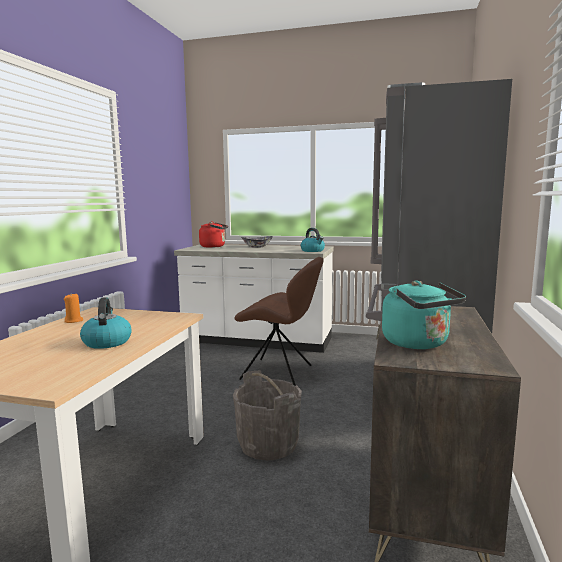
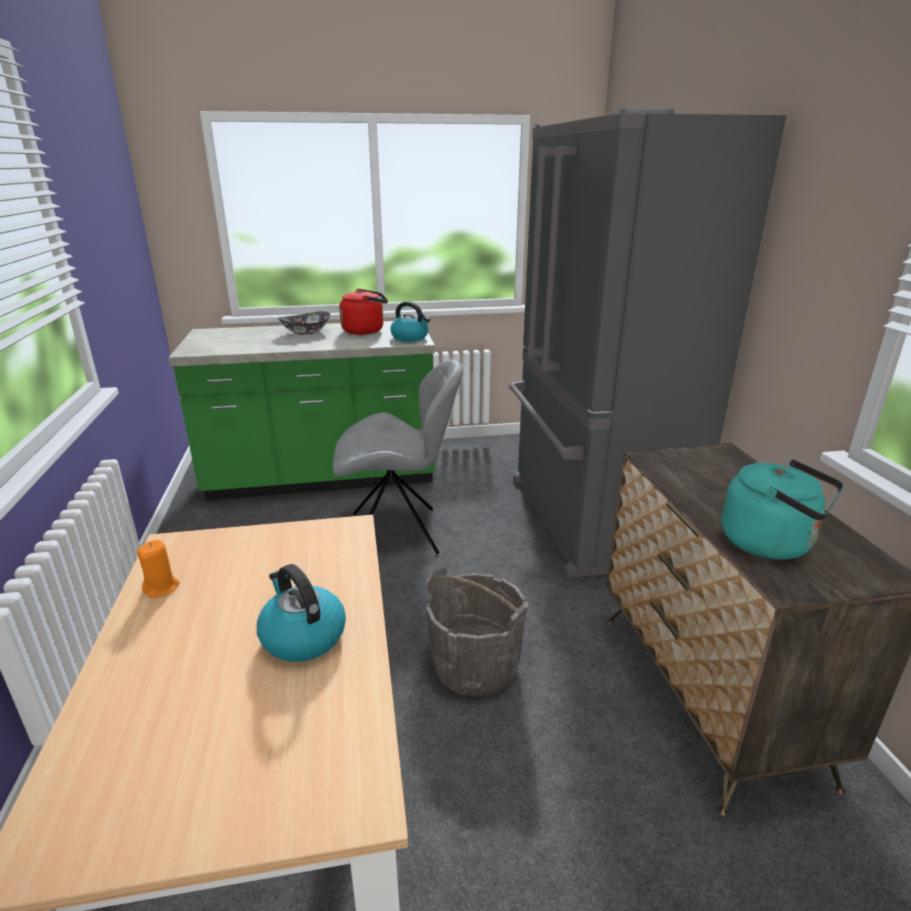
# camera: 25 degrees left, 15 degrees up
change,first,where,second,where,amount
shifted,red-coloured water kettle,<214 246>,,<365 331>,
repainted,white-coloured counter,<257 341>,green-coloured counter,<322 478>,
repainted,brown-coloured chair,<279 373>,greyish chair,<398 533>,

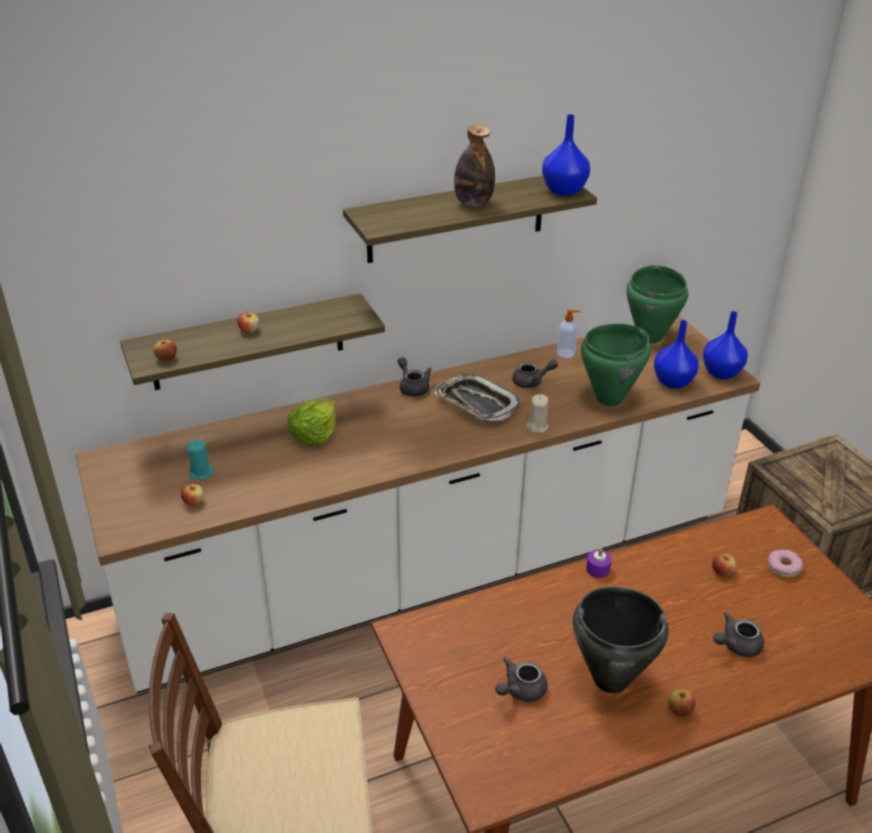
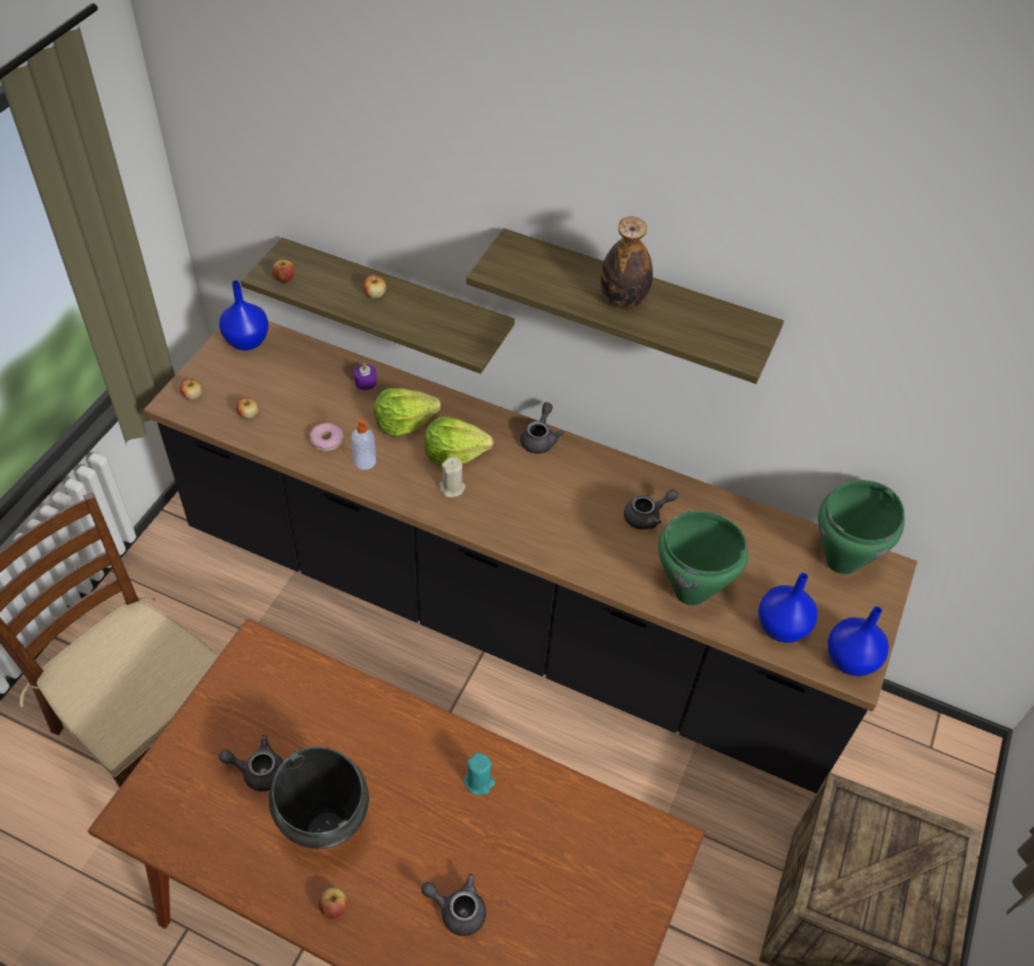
# camera: 45 degrees right, 15 degrees up
change,first,where,second,where,amount
shifted,blue decorative vase,<565 191>,,<247 342>,
shifted,soap bottle,<566 353>,,<365 462>,
repainted,white-coloured counter,<434 570>,black-coloured counter,<507 613>,
rotated,greyish pot for tea,<532 382>,,<647 516>,60 degrees counterclockwise
gone,tray,<476 403>,,,
shifted,beige-coloured wax candle,<537 427>,,<452 488>,
shifted,blue-green wax candle,<201 473>,,<479 782>,
shifted,purple-coloured wax candle,<597 569>,,<365 382>,
shifted,doughnut,<783 567>,,<327 440>,
shifted,whole apple,<721 571>,,<193 396>,
new,,,head of lettuce,<454 453>,

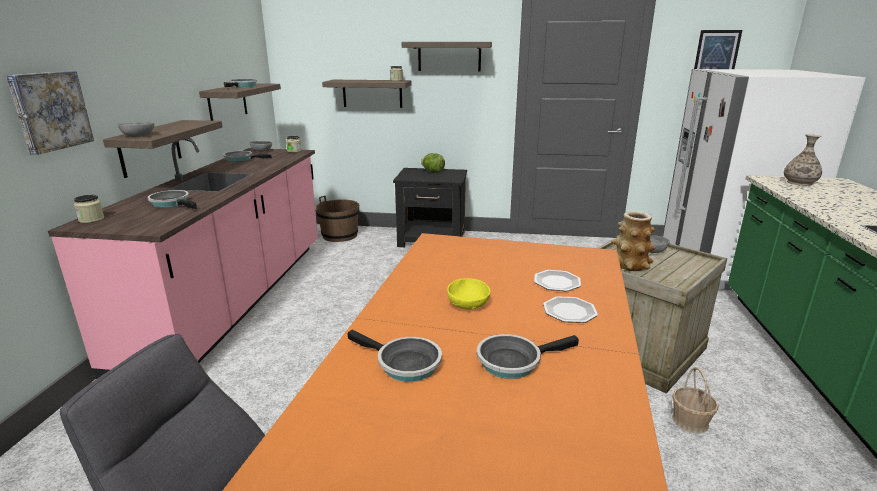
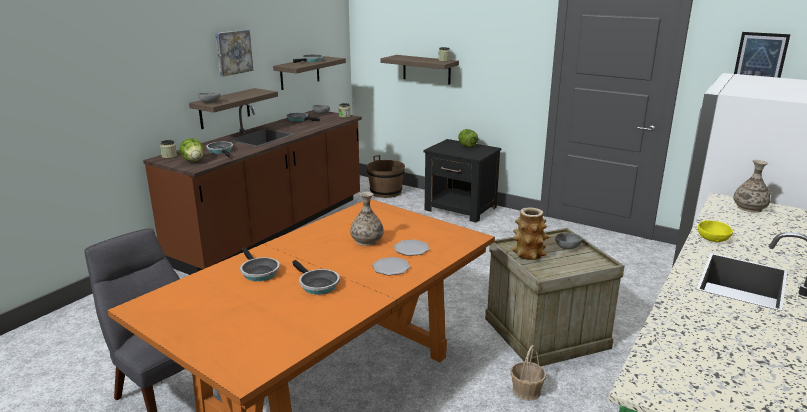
# camera: 25 degrees right, 0 degrees up
change,first,where,second,where,amount
gone,bracket shelf,<449 56>,,,
shifted,picture,<50 111>,,<233 52>,
repainted,pink counter,<237 300>,brown-coloured counter,<273 229>,
shifted,yellow-coloured serving bowl,<469 305>,,<713 240>,
rotated,frying pan,<513 361>,,<317 285>,135 degrees counterclockwise
new,,,head of lettuce,<193 161>,
new,,,decorative vase,<367 241>,

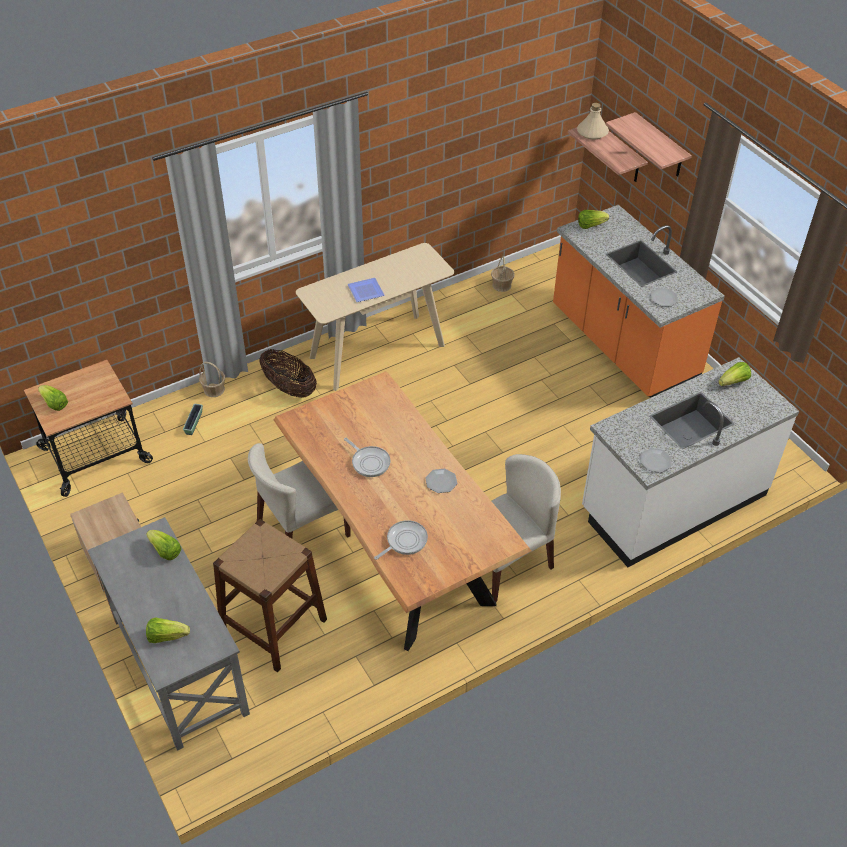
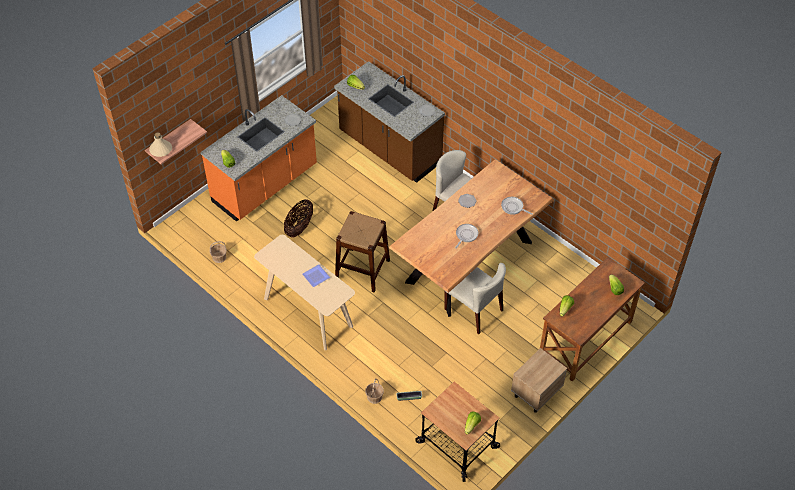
# camera: 105 degrees left, 5 degrees up
change,first,where,second,where,amount
gone,bracket shelf,<660 146>,,,
shifted,basket,<289 388>,,<299 227>,
repainted,white-coloured counter,<672 502>,brown-coloured counter,<389 149>,
repainted,greyish desk unit,<179 666>,brown-coloured desk unit,<585 339>,
shifted,brown-coloured stool,<273 625>,,<362 270>,

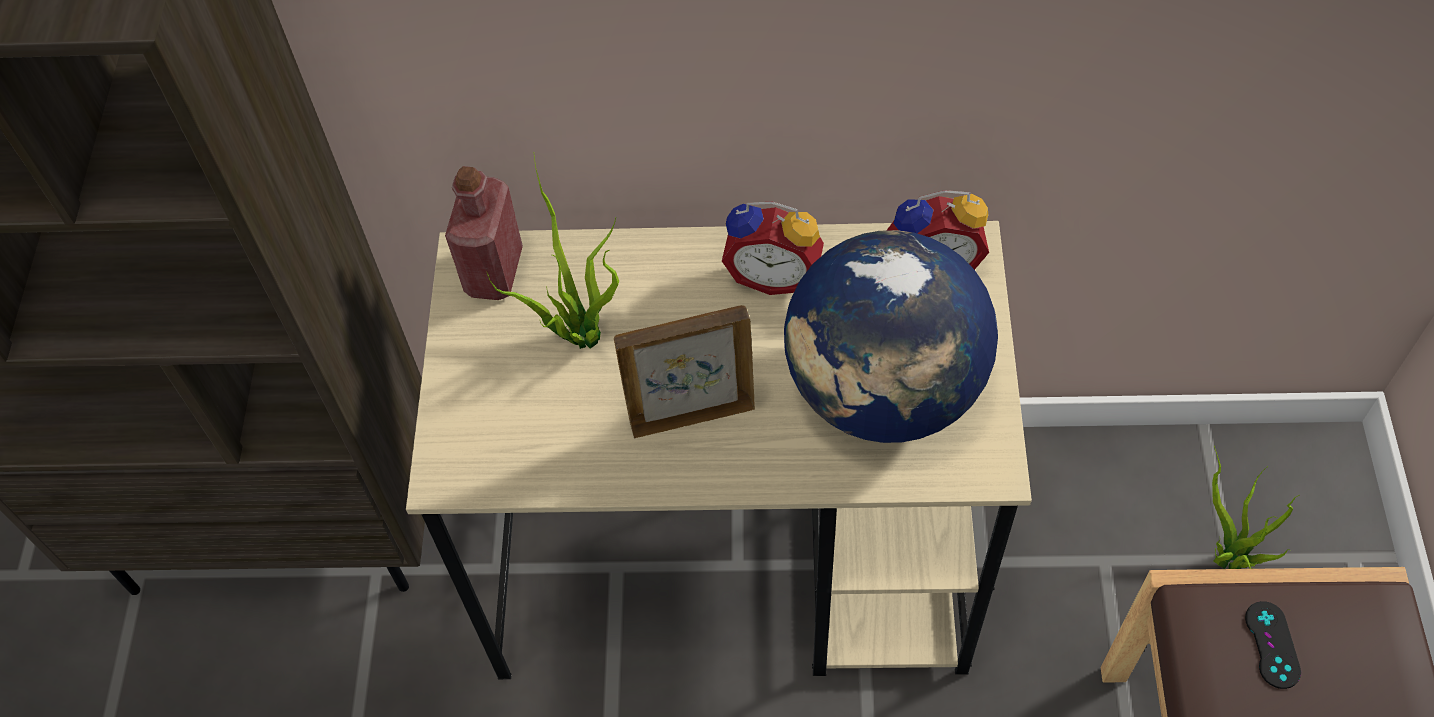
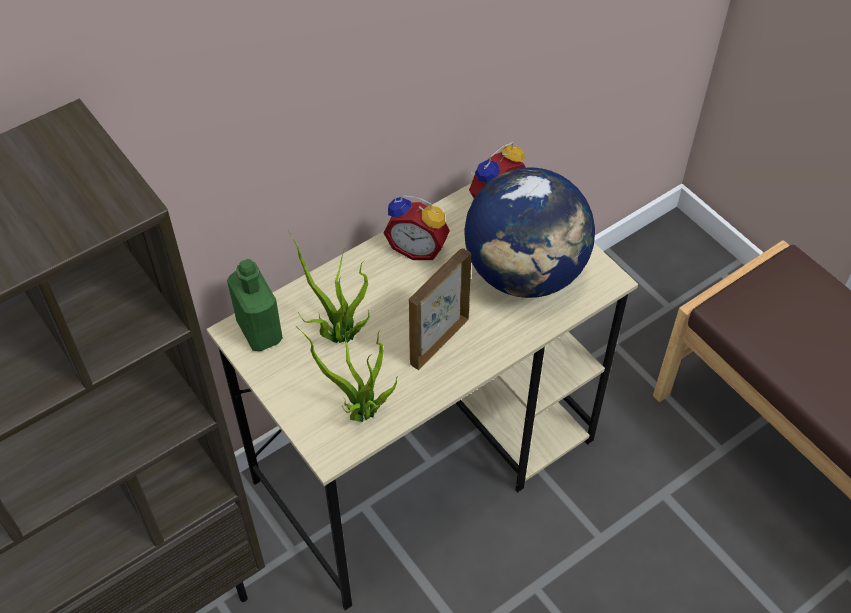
# camera: 40 degrees left, 5 degrees down
change,first,where,second,where,amount
repainted,red-coloured bottle,<494 271>,green-coloured bottle,<259 331>,
rotated,table clock,<774 273>,,<418 247>,45 degrees clockwise
shifted,houseplant,<1227 560>,,<361 414>,
gone,black-coloured gamepad,<1272 645>,,,

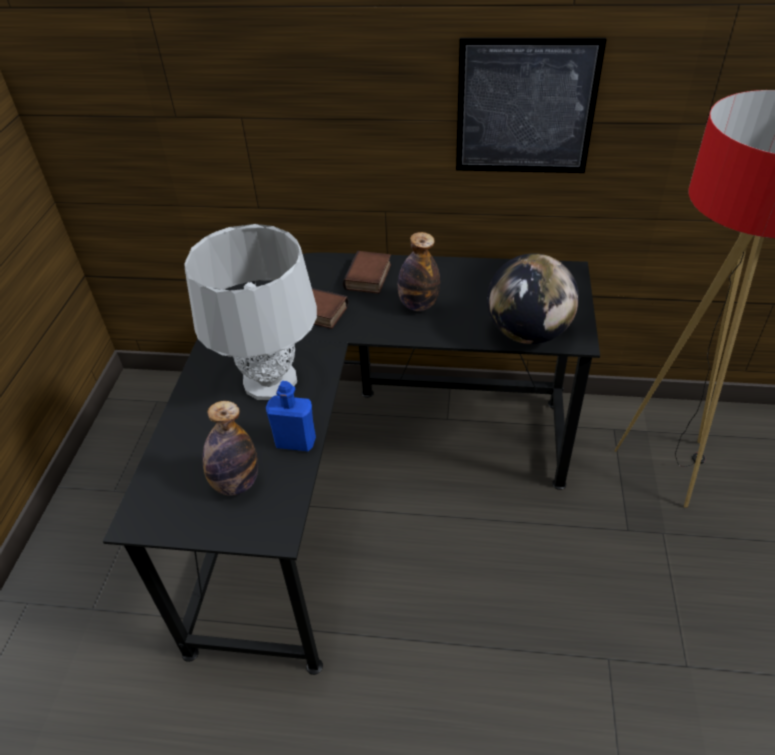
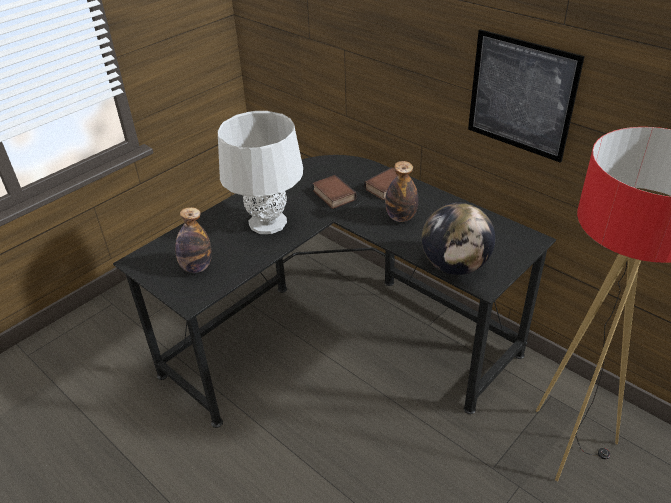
# camera: 35 degrees right, 5 degrees down
change,first,where,second,where,amount
gone,blue bottle,<295 442>,,,

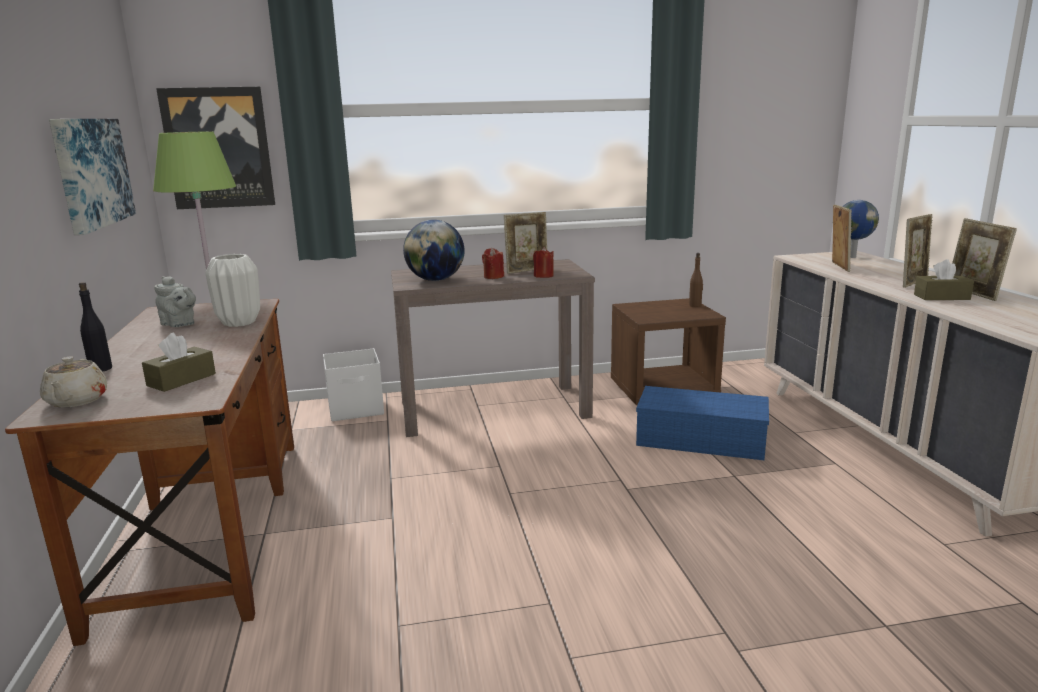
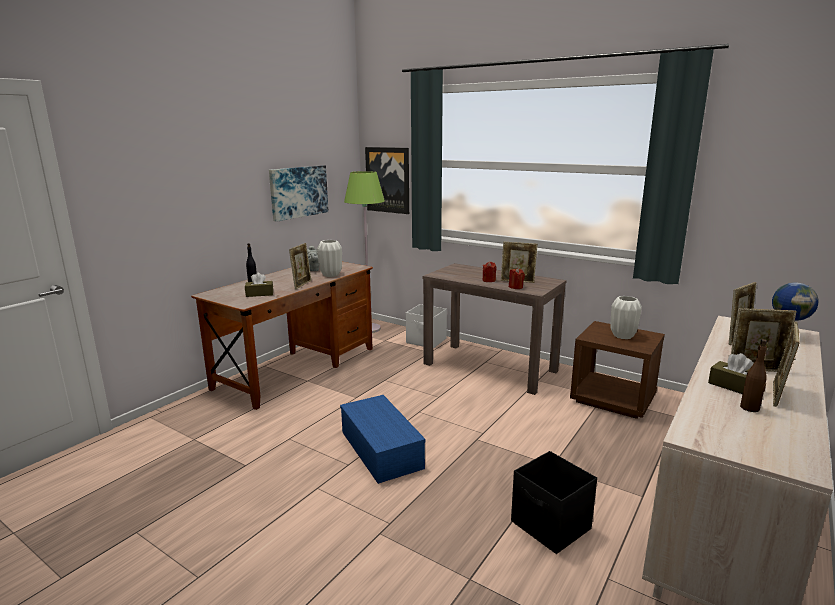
# camera: 45 degrees right, 0 degrees up
change,first,where,second,where,amount
gone,desk globe,<435 280>,,,
shifted,brown-coloured bottle,<695 305>,,<750 408>,
gone,beige-coloured pot for tea,<76 401>,,,
shifted,blue storage container,<703 439>,,<382 450>,
new,,,picture frame,<302 284>,
new,,,white-coloured decorative vase,<622 336>,
new,,,black-coloured storage container,<551 526>,

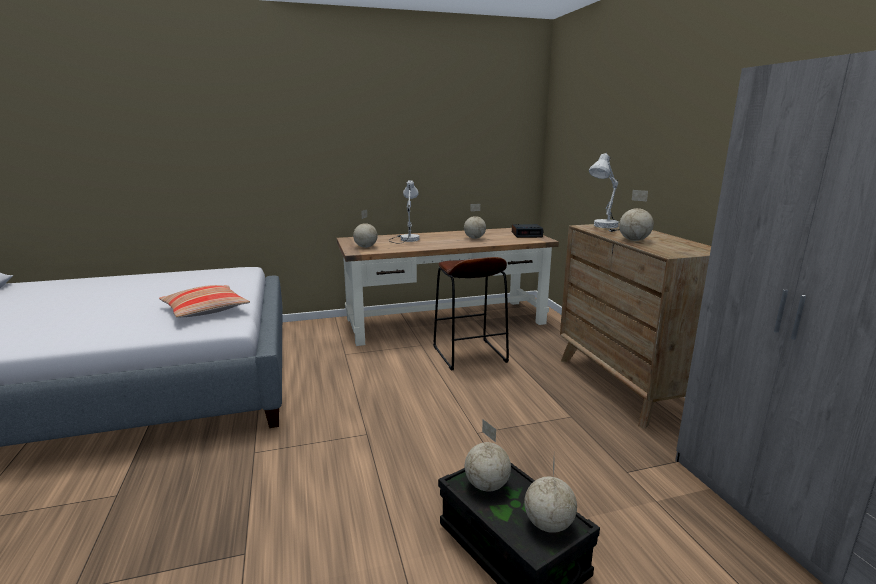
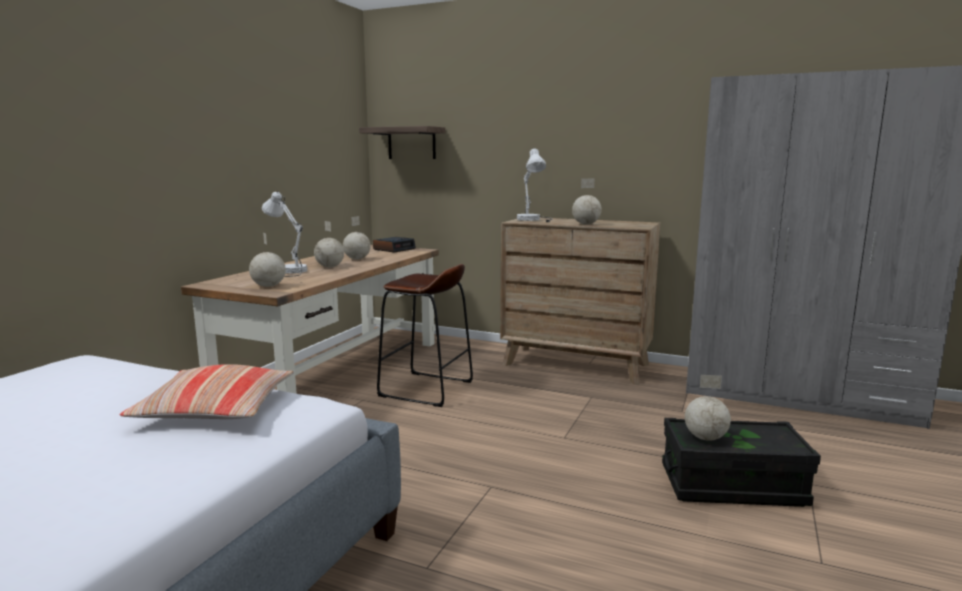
# camera: 50 degrees left, 5 degrees down
change,first,where,second,where,amount
shifted,desk globe,<549 524>,,<330 267>,
new,,,bracket shelf,<411 143>,

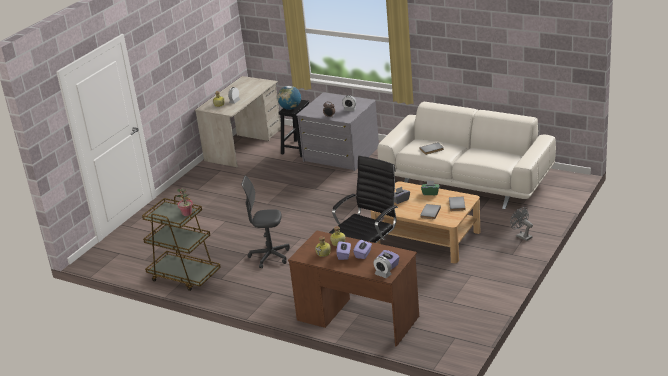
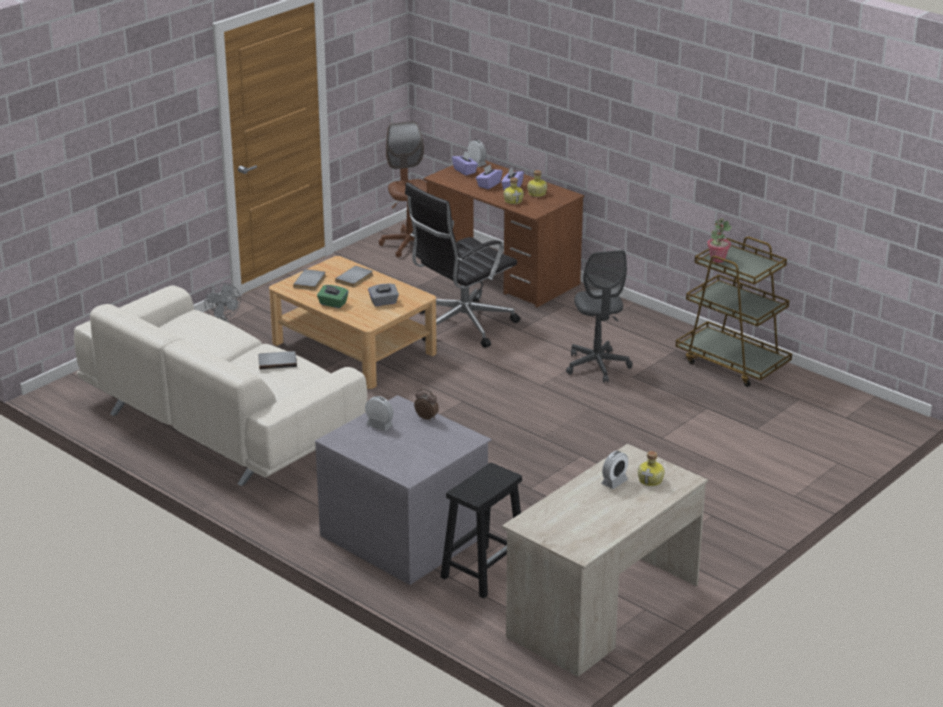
# camera: 170 degrees left, 0 degrees up
change,first,where,second,where,amount
gone,desk globe,<290 108>,,,
rotated,greyish desk chair,<270 256>,,<597 366>,60 degrees clockwise
new,,,brown-coloured desk chair,<409 245>,

